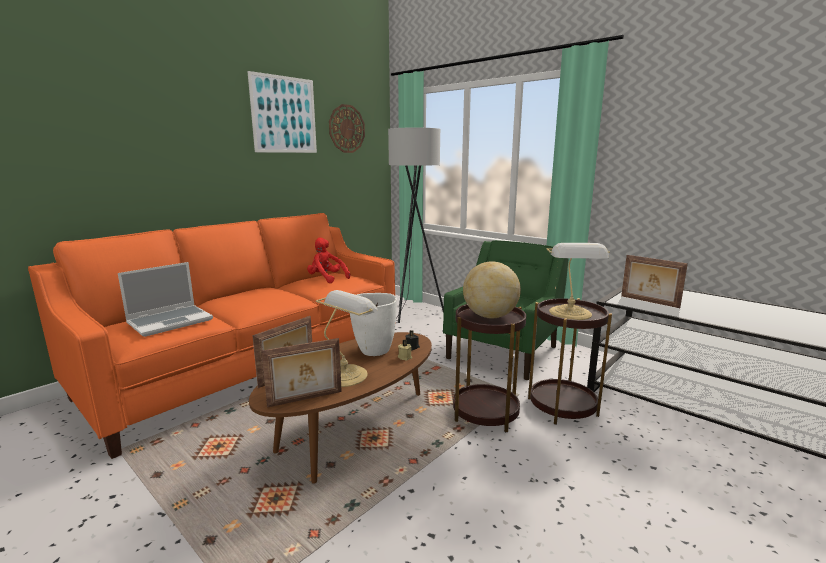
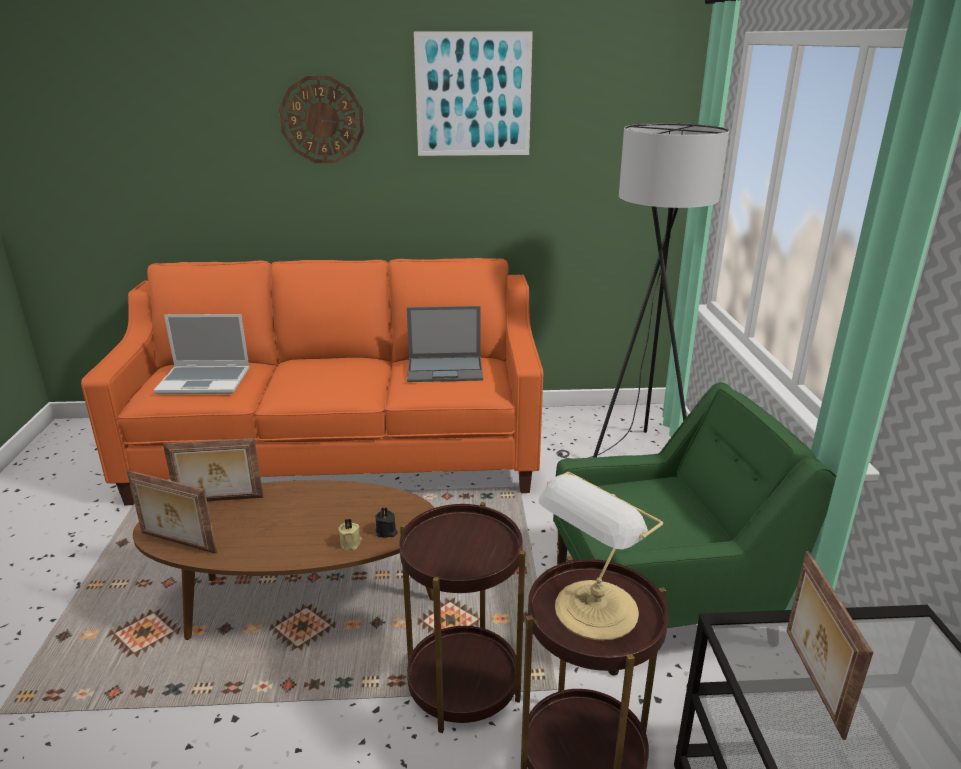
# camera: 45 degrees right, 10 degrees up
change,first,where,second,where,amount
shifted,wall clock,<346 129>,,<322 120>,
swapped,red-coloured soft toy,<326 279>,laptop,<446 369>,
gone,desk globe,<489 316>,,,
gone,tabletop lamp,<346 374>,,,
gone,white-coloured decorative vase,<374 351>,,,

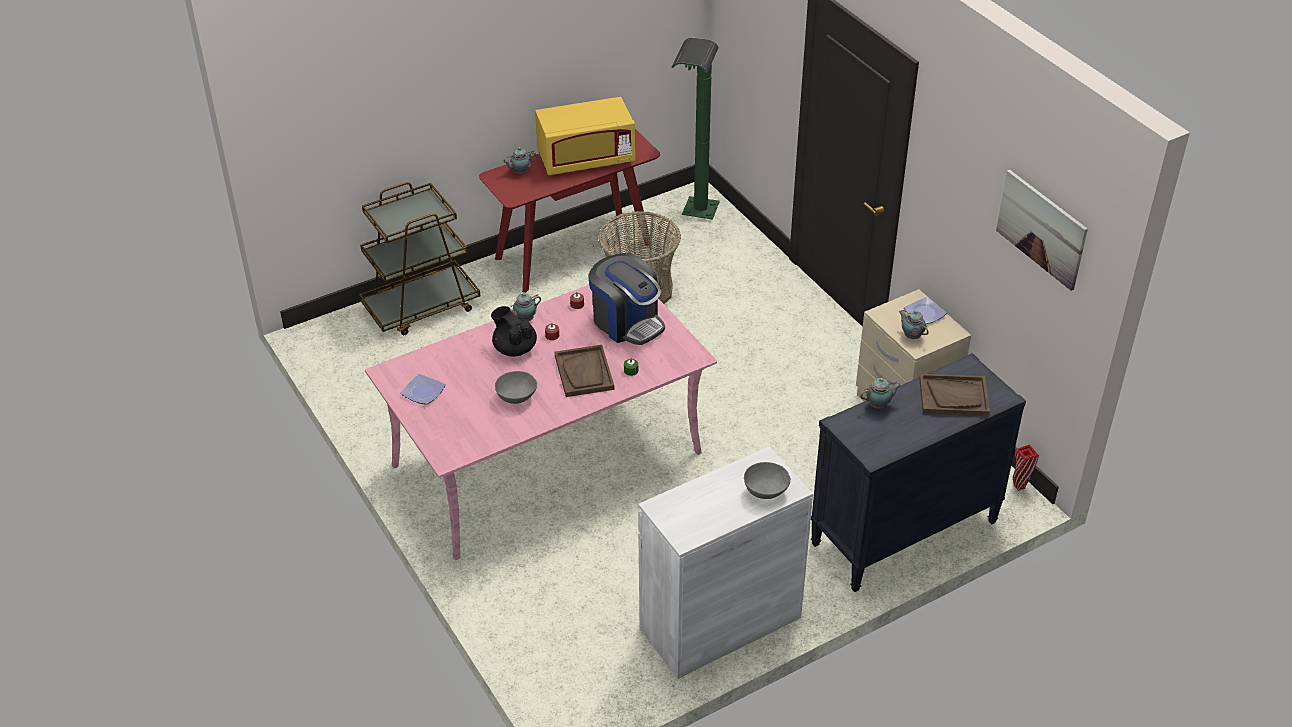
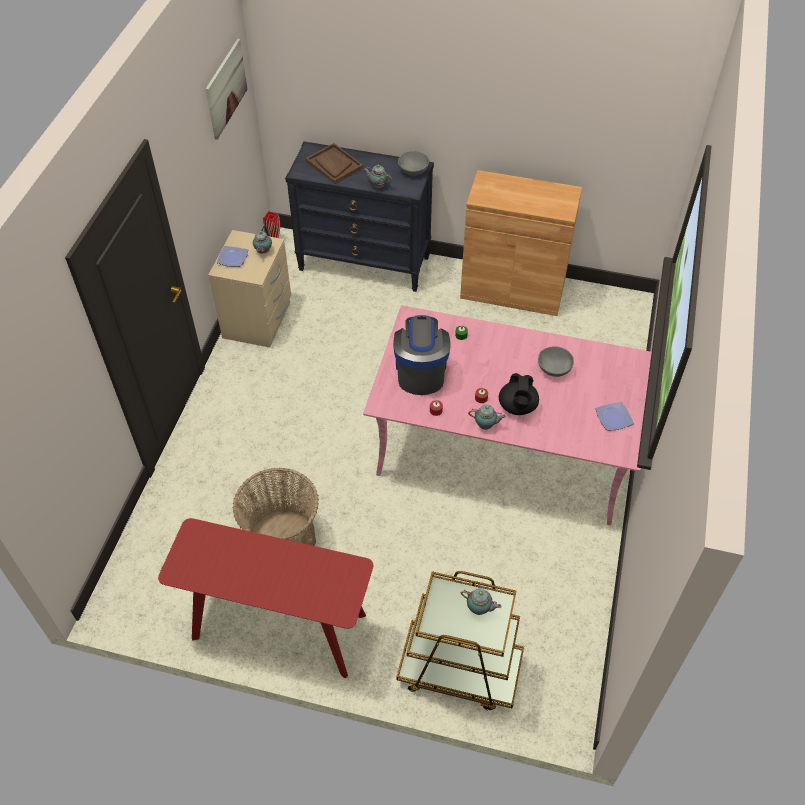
# camera: 135 degrees left, 10 degrees up
change,first,where,second,where,amount
gone,green-coloured standing lamp,<696 224>,,,
gone,yellow-coloured microwave,<586 159>,,,
shifted,pot for tea,<520 172>,,<479 609>,
gone,brown-coloured tray,<584 372>,,,
repainted,white-coloured cupboard,<720 623>,brown-coloured cupboard,<512 290>,
shifted,greyish serving bowl,<766 491>,,<413 171>,

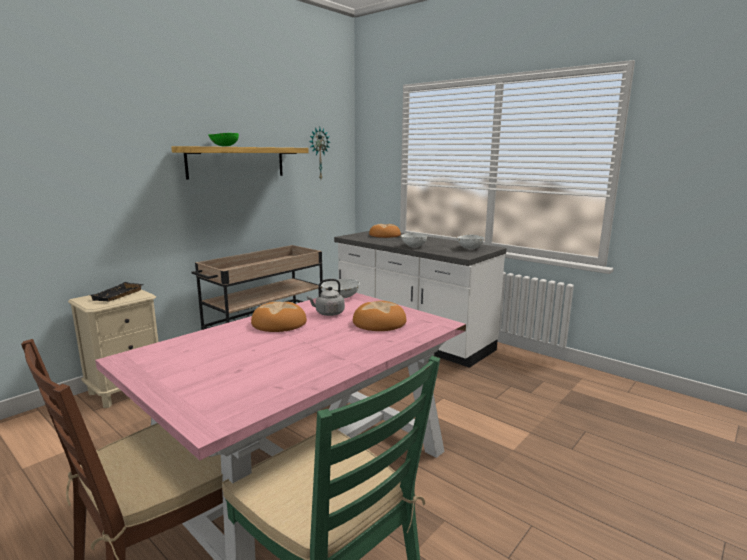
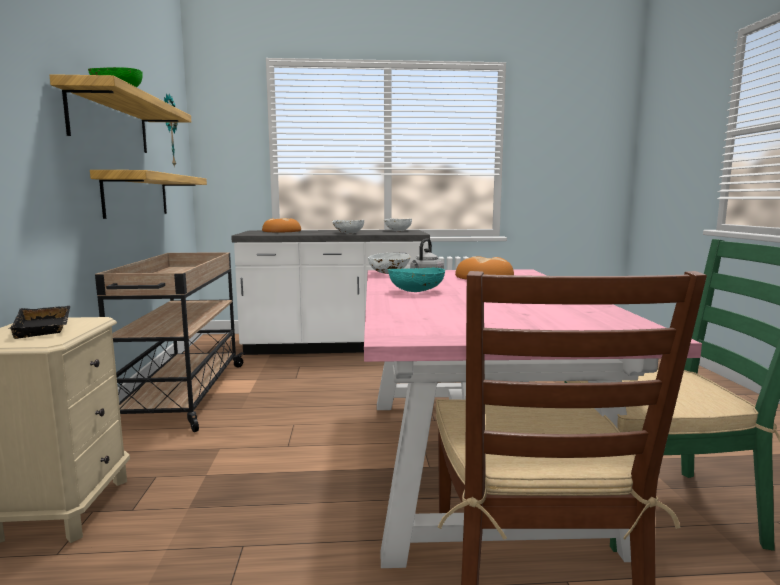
# camera: 45 degrees left, 5 degrees down
change,first,where,second,where,amount
swapped,bakery bread,<279 323>,blue-green serving bowl,<416 291>,
new,,,bracket shelf,<137 195>,

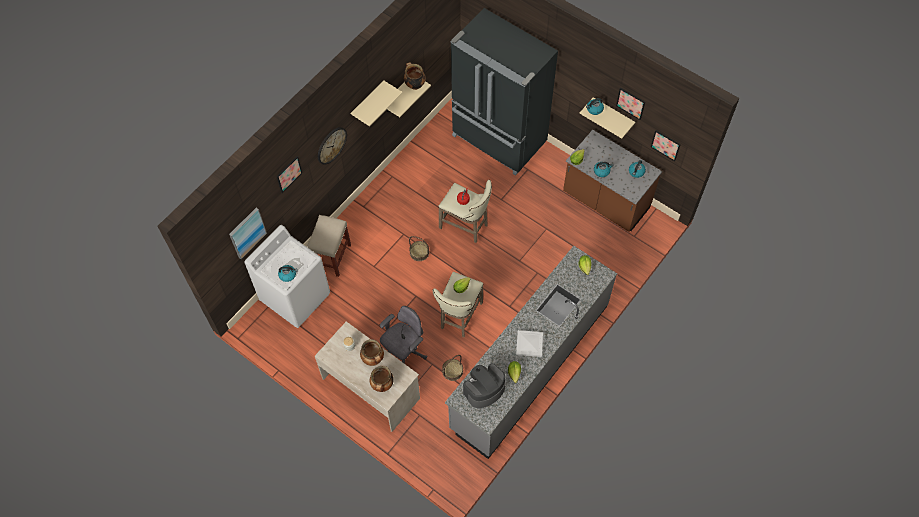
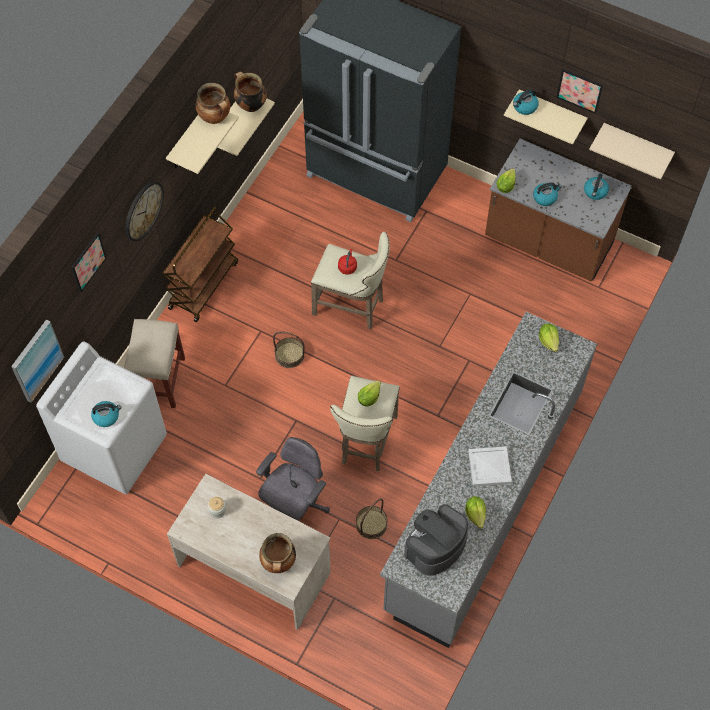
# camera: 10 degrees left, 0 degrees up
change,first,where,second,where,amount
swapped,picture,<665 145>,beige-coloured bracket shelf,<636 146>,
shifted,cooking pot,<373 359>,,<215 118>,
new,,,brown-coloured trolley,<203 284>,

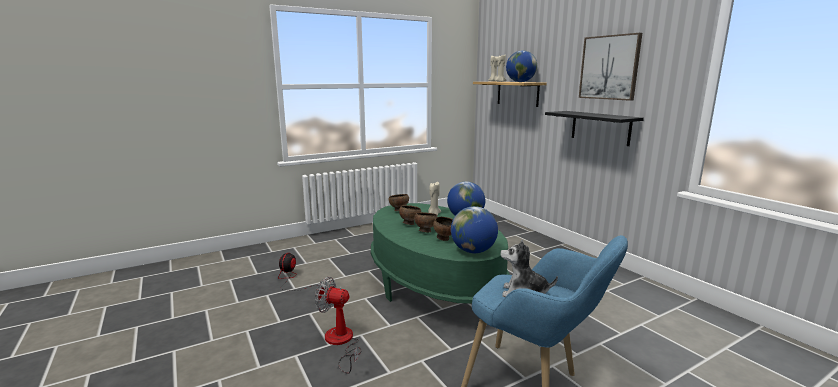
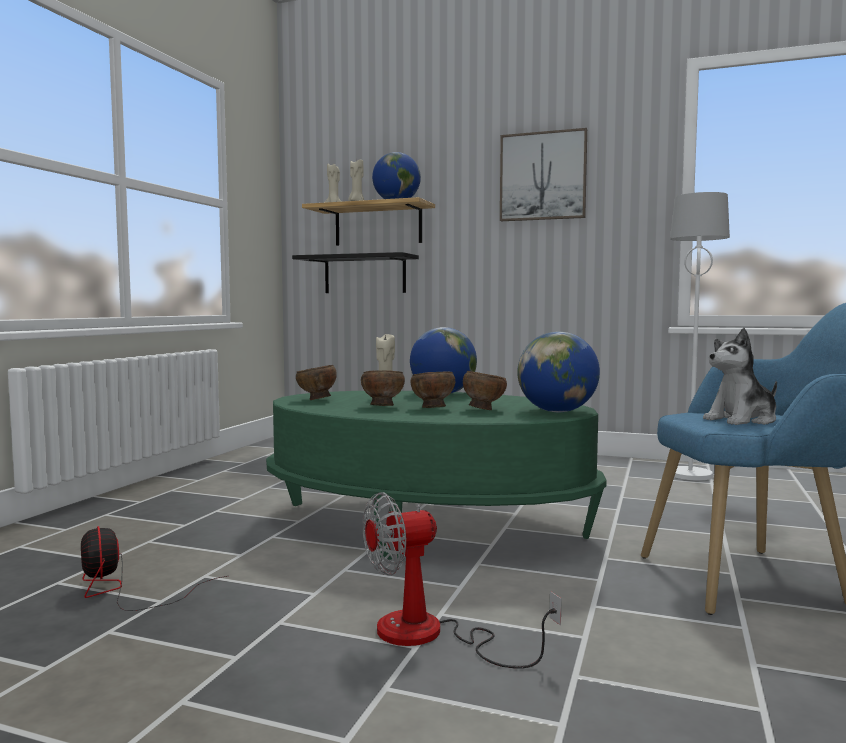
# camera: 40 degrees left, 10 degrees down
change,first,where,second,where,amount
shifted,black-coloured bracket shelf,<600 127>,,<365 274>,
new,,,white-coloured standing lamp,<690 475>,

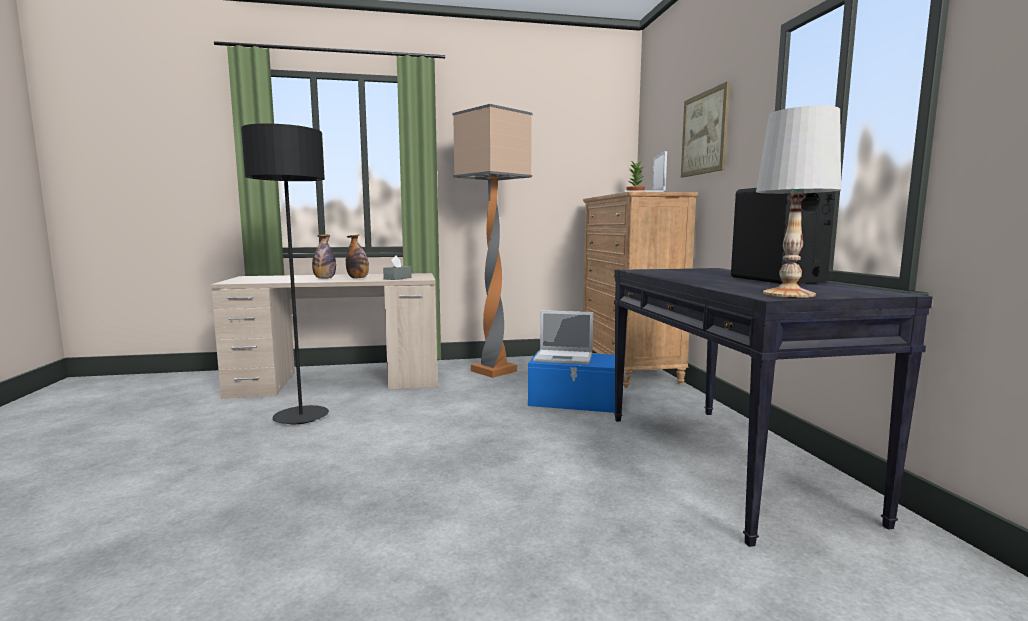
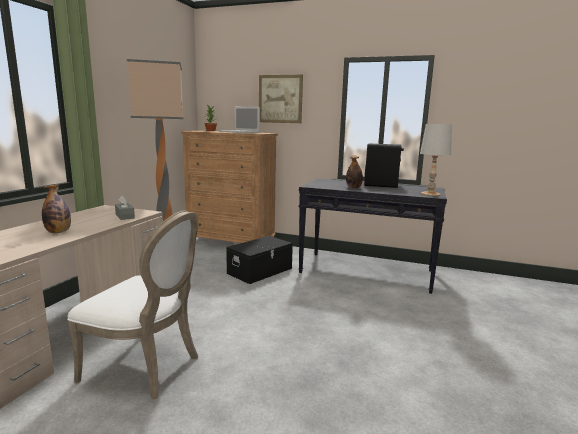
# camera: 60 degrees left, 5 degrees up
change,first,where,second,where,amount
swapped,black-coloured standing lamp,<301 417>,white-coloured chair,<147 367>,
shifted,bottle,<358 278>,,<353 188>,
gone,laptop,<564 357>,,,
repainted,blue storage container,<577 401>,black-coloured storage container,<260 271>,

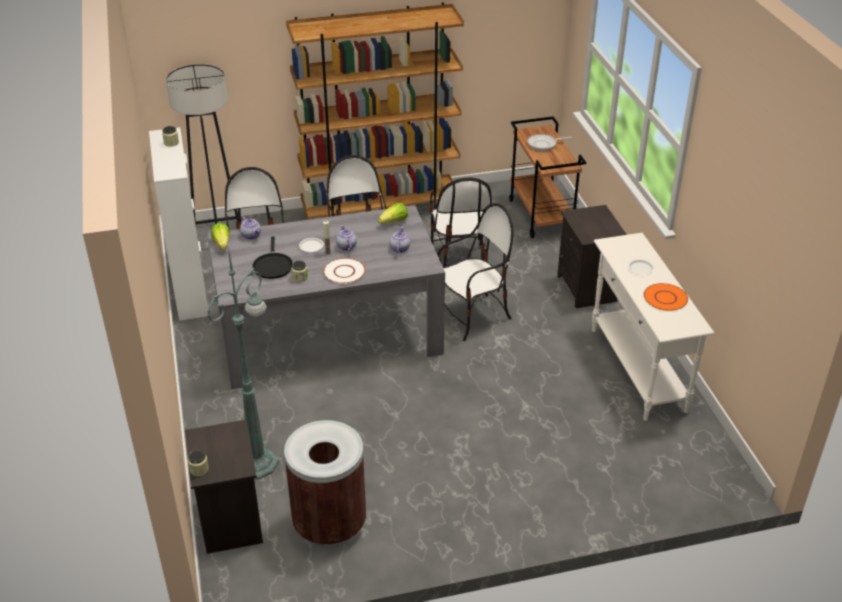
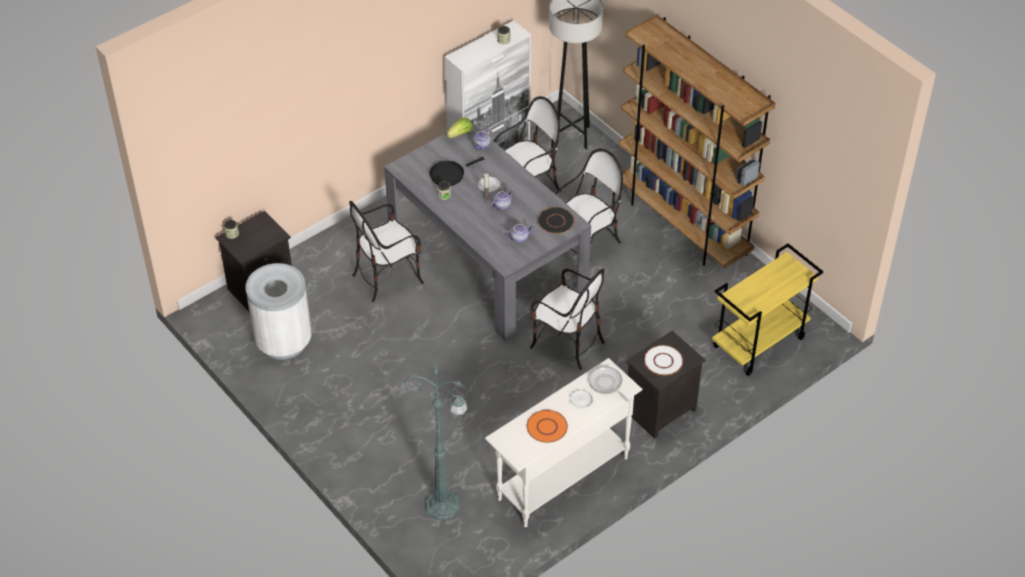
# camera: 65 degrees right, 10 degrees up
change,first,where,second,where,amount
repainted,brown-coloured trolley,<541 216>,yellow-coloured trolley,<758 343>,
shifted,frying pan,<544 144>,,<606 384>,
shifted,chair,<459 261>,,<387 277>,
swapped,head of lettuce,<394 222>,black-coloured dinner plate,<556 221>,
shifted,green-coloured standing lamp,<259 462>,,<444 505>,
shifted,white-coloured dinner plate,<344 272>,,<663 361>,
repainted,brown-coloured waste bin,<329 524>,white-coloured waste bin,<284 341>,

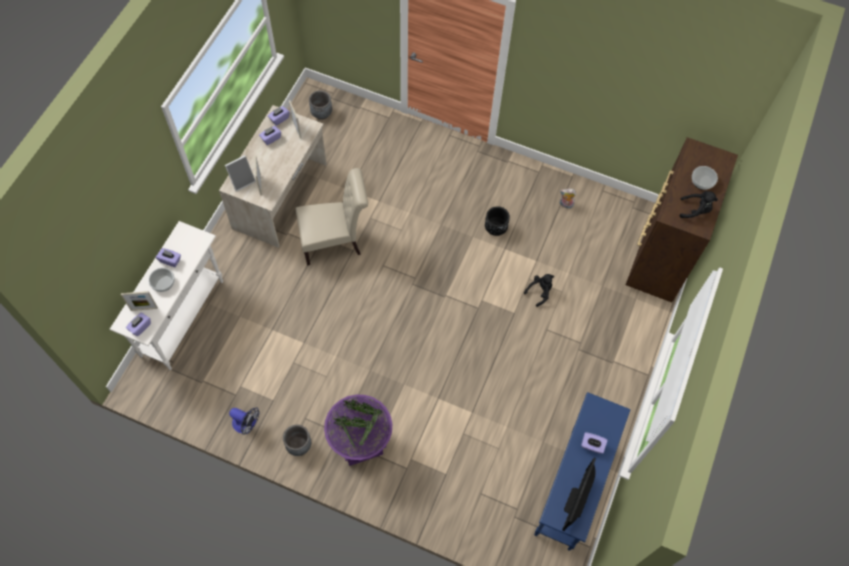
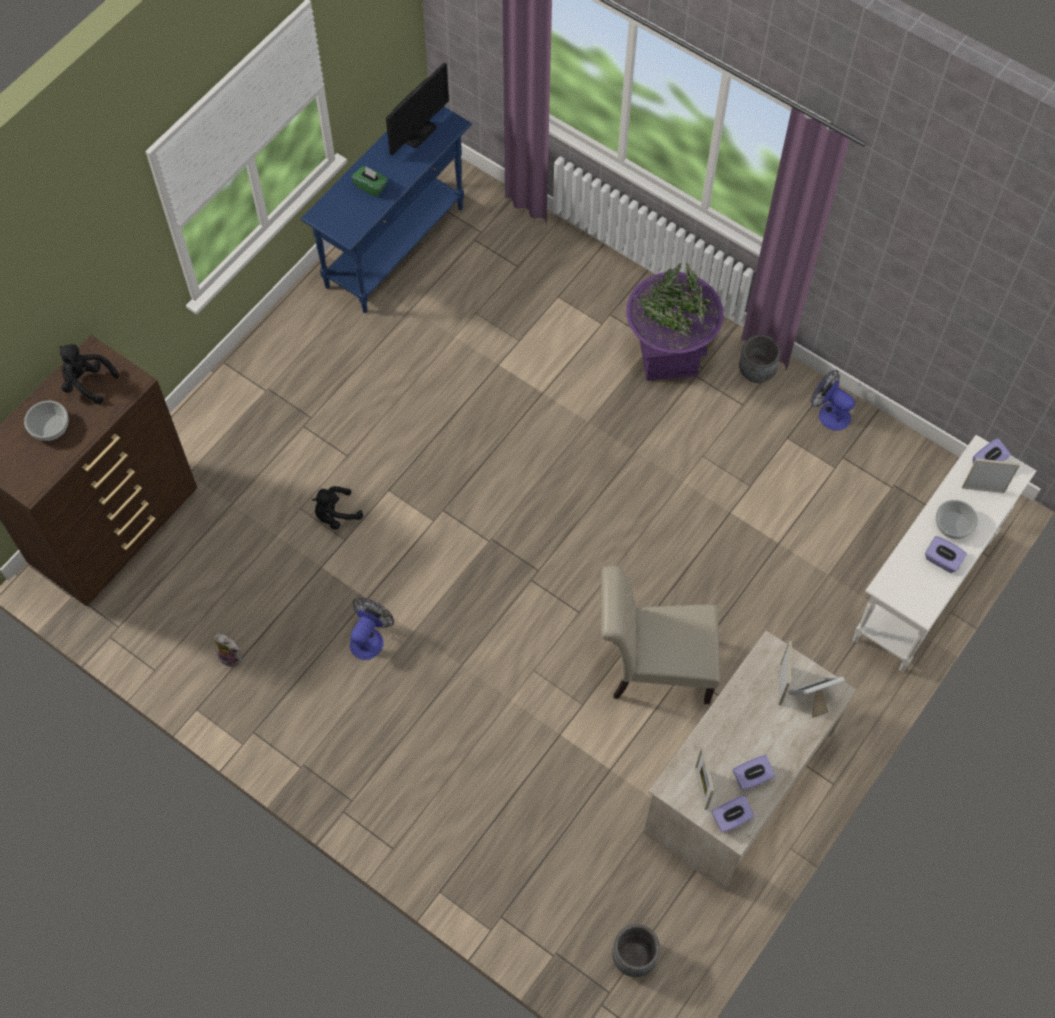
# camera: 165 degrees left, 0 degrees up
change,first,where,second,where,amount
swapped,black-coloured planter,<495 228>,cooling fan,<369 638>,
repainted,purple-coloured tissue box,<592 445>,green-coloured tissue box,<371 186>,

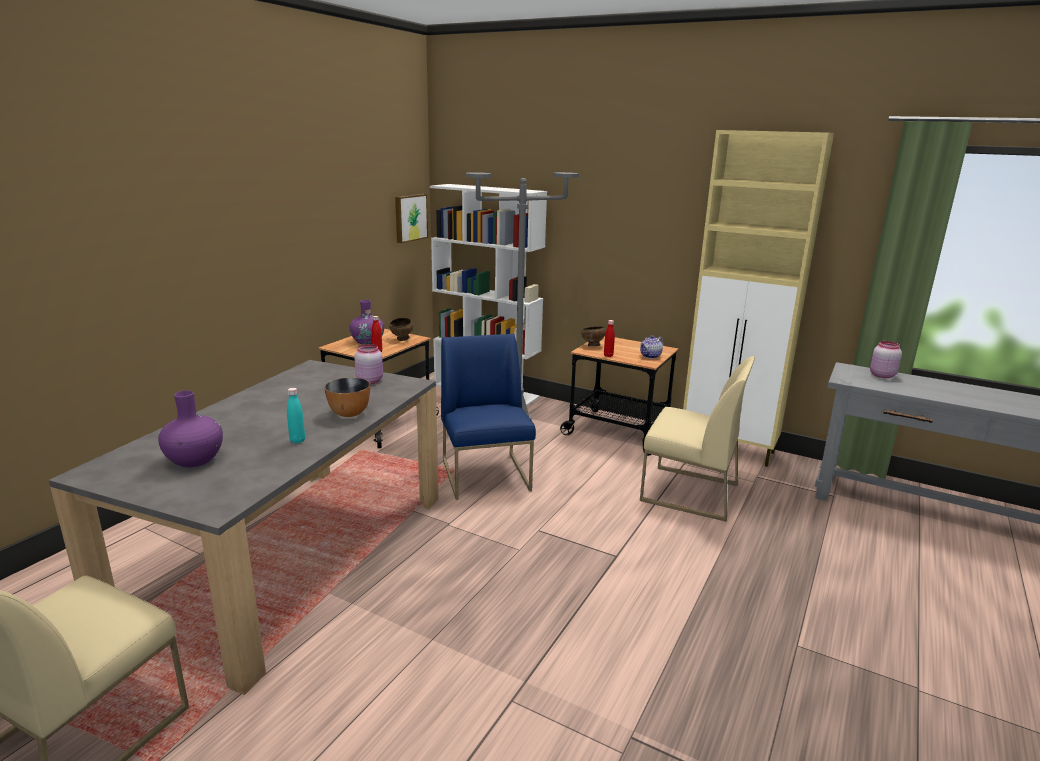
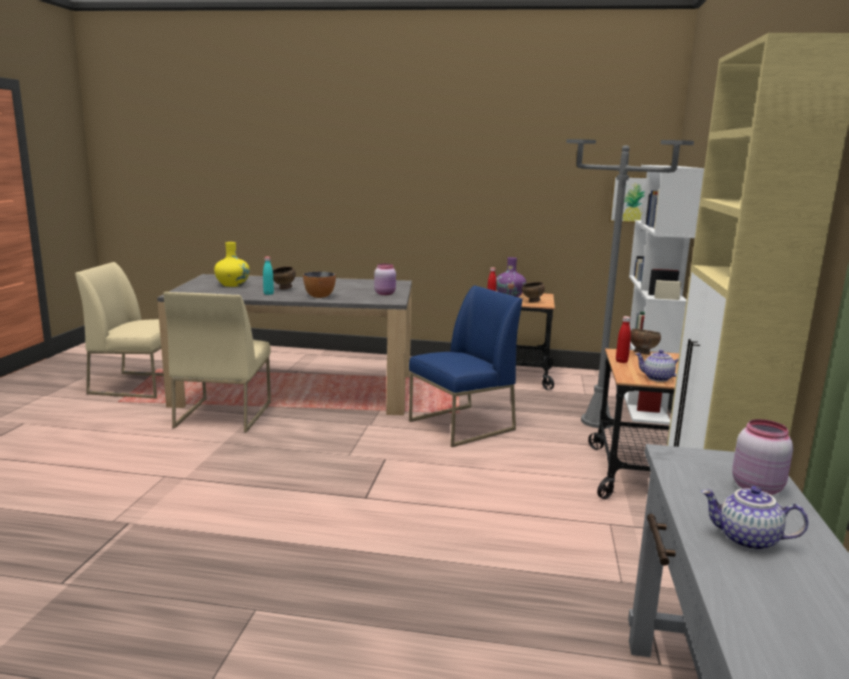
# camera: 70 degrees right, 5 degrees down
change,first,where,second,where,amount
shifted,beige-coloured chair,<688 492>,,<223 414>,
repainted,purple-coloured decorative vase,<194 460>,yellow-coloured decorative vase,<232 284>,
new,,,brown-coloured serving bowl,<284 289>,
new,,,pot for tea,<747 540>,

